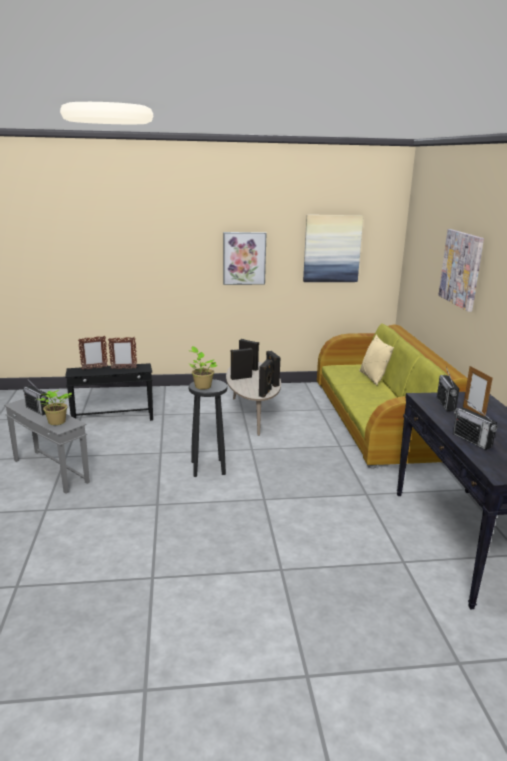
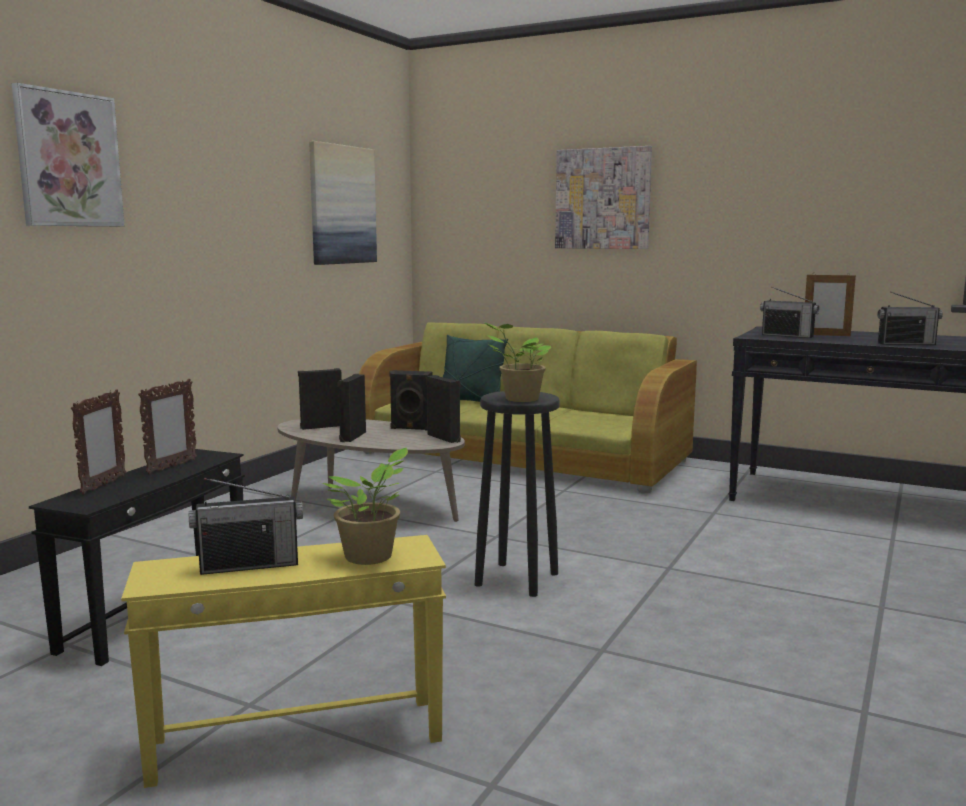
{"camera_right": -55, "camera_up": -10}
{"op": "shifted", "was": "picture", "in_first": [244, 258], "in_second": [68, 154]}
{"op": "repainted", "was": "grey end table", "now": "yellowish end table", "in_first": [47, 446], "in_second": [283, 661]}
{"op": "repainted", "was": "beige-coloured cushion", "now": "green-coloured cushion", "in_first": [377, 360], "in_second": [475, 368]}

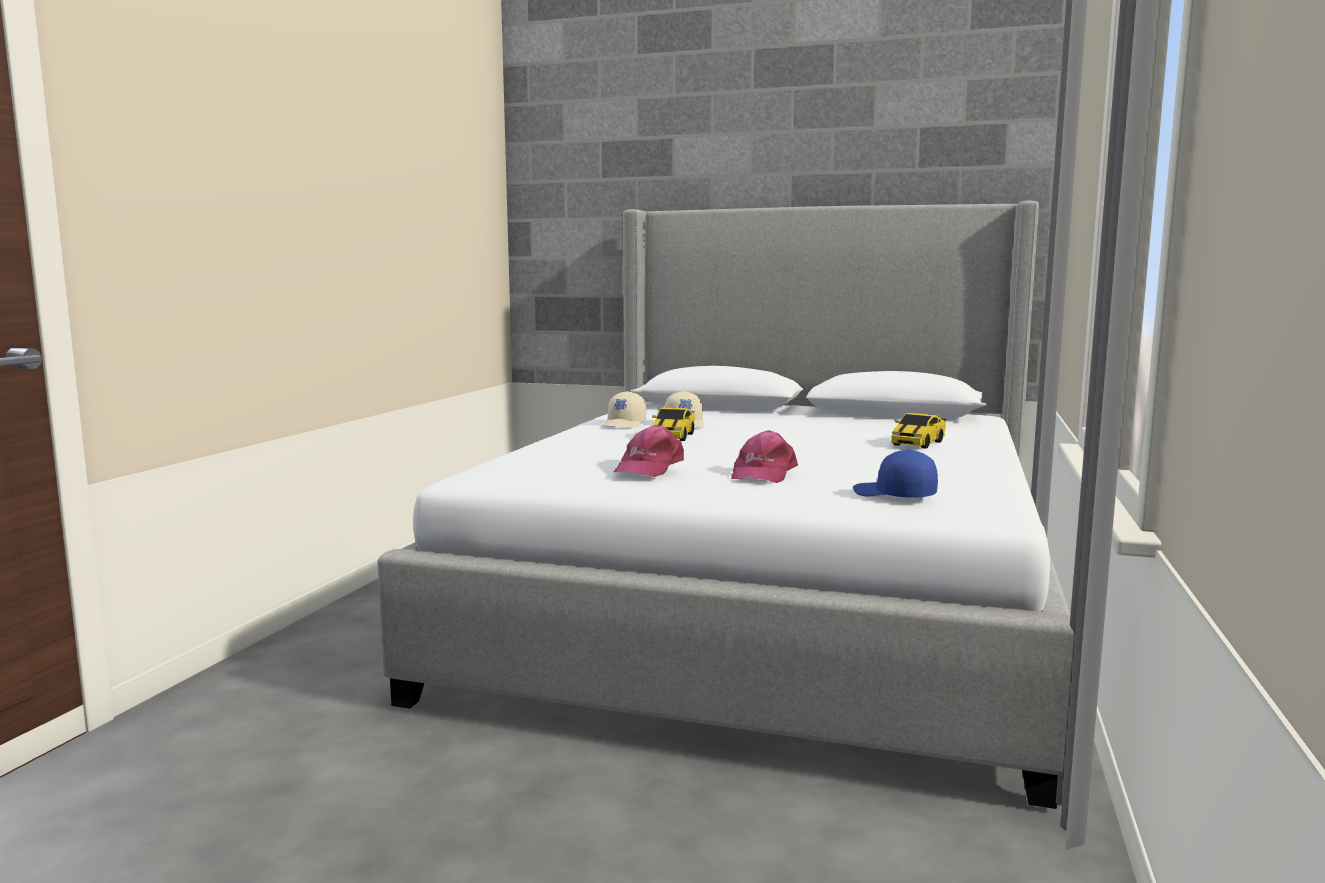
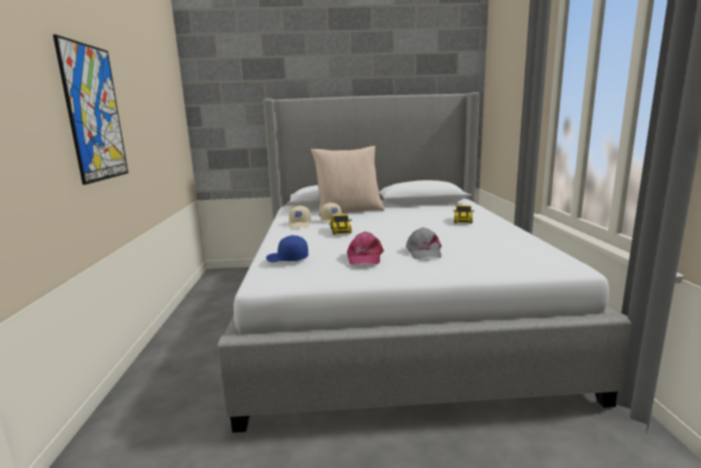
{"camera_right": -20, "camera_up": 5}
{"op": "new", "now": "picture", "in_second": [90, 109]}
{"op": "new", "now": "beige-coloured cushion", "in_second": [348, 181]}
{"op": "shifted", "was": "blue-coloured peaked cap", "in_first": [895, 473], "in_second": [287, 248]}
{"op": "repainted", "was": "pink peaked cap", "now": "grey peaked cap", "in_first": [764, 456], "in_second": [424, 243]}

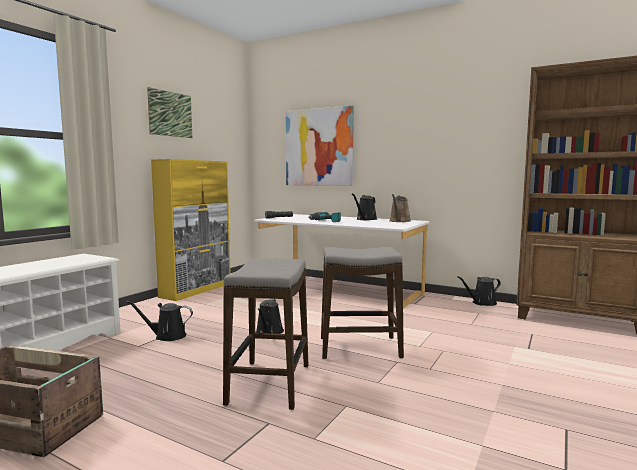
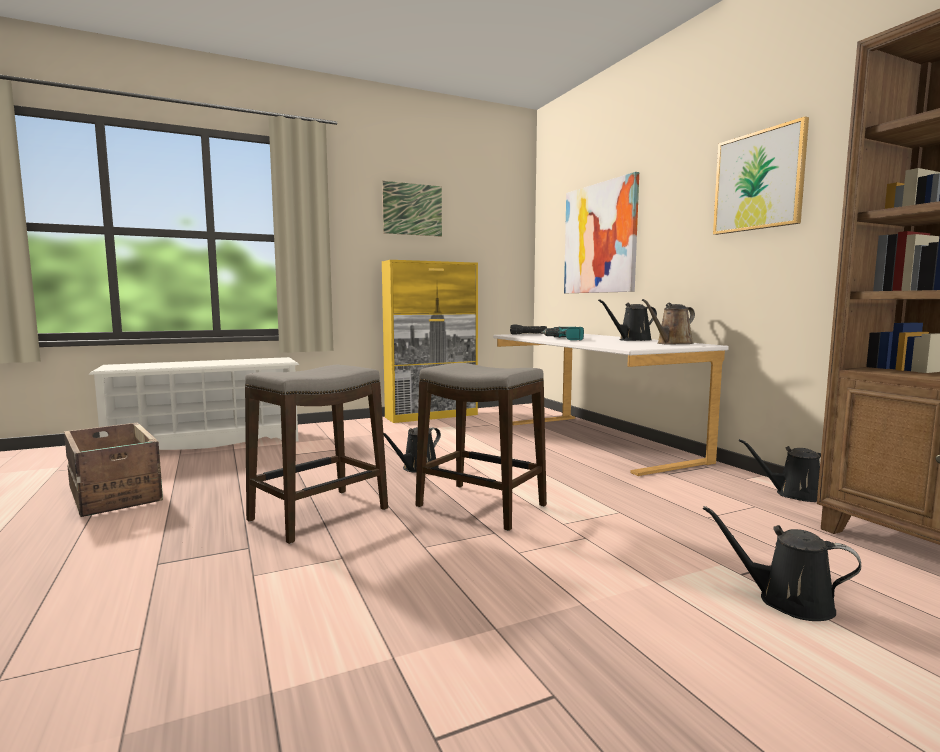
{"camera_right": 35, "camera_up": 0}
{"op": "new", "now": "picture", "in_second": [761, 176]}
{"op": "shifted", "was": "black watering can", "in_first": [160, 321], "in_second": [782, 563]}

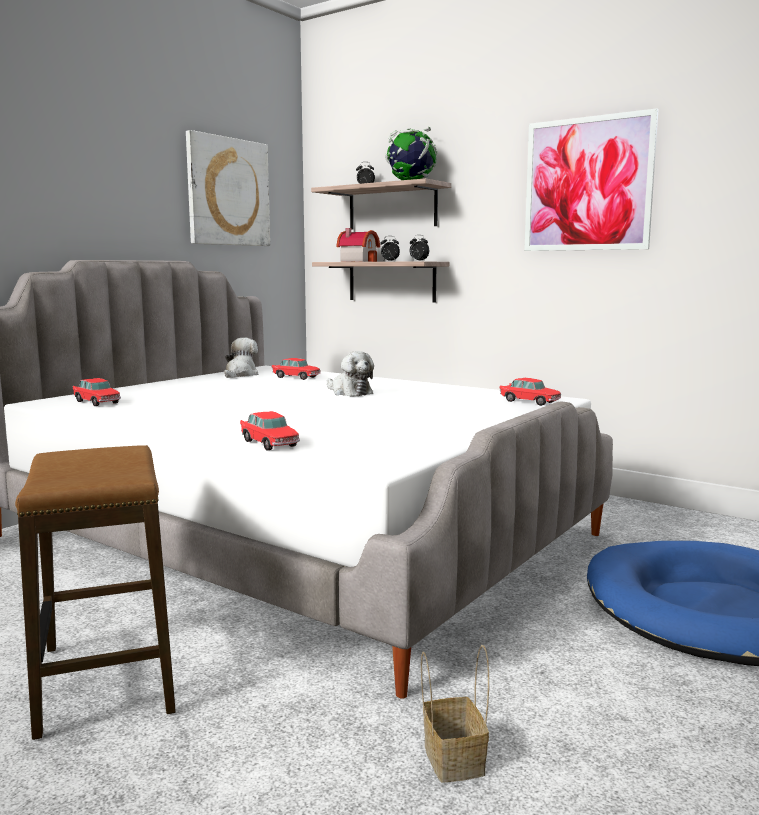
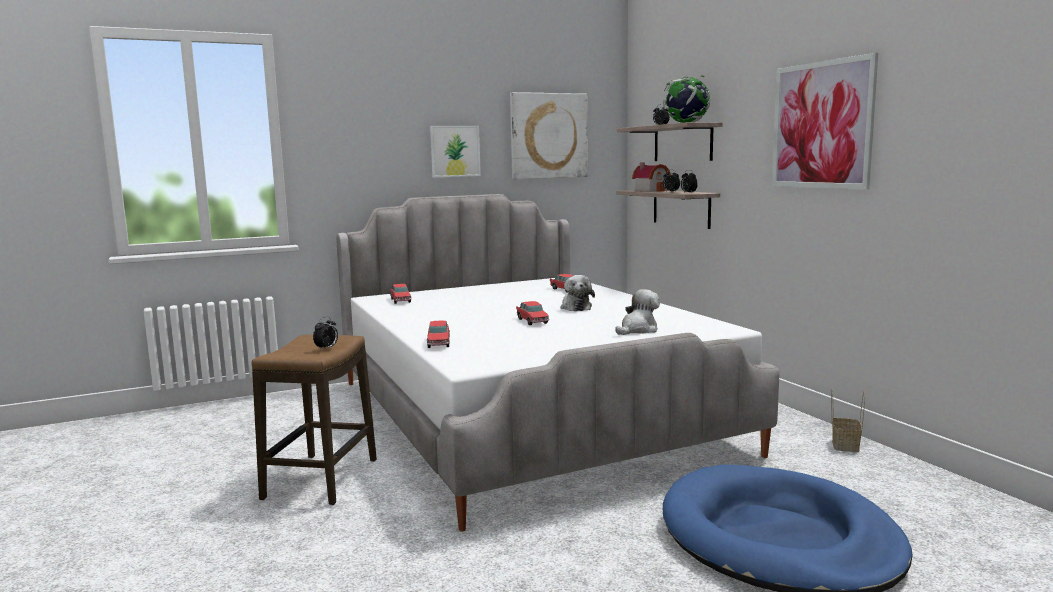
{"camera_right": 30, "camera_up": 0}
{"op": "new", "now": "alarm clock", "in_second": [325, 333]}
{"op": "new", "now": "picture", "in_second": [455, 152]}
{"op": "shifted", "was": "plush toy", "in_first": [241, 358], "in_second": [637, 312]}
{"op": "shifted", "was": "storage basket", "in_first": [455, 714], "in_second": [848, 421]}
{"op": "shifted", "was": "toy car", "in_first": [530, 392], "in_second": [532, 313]}

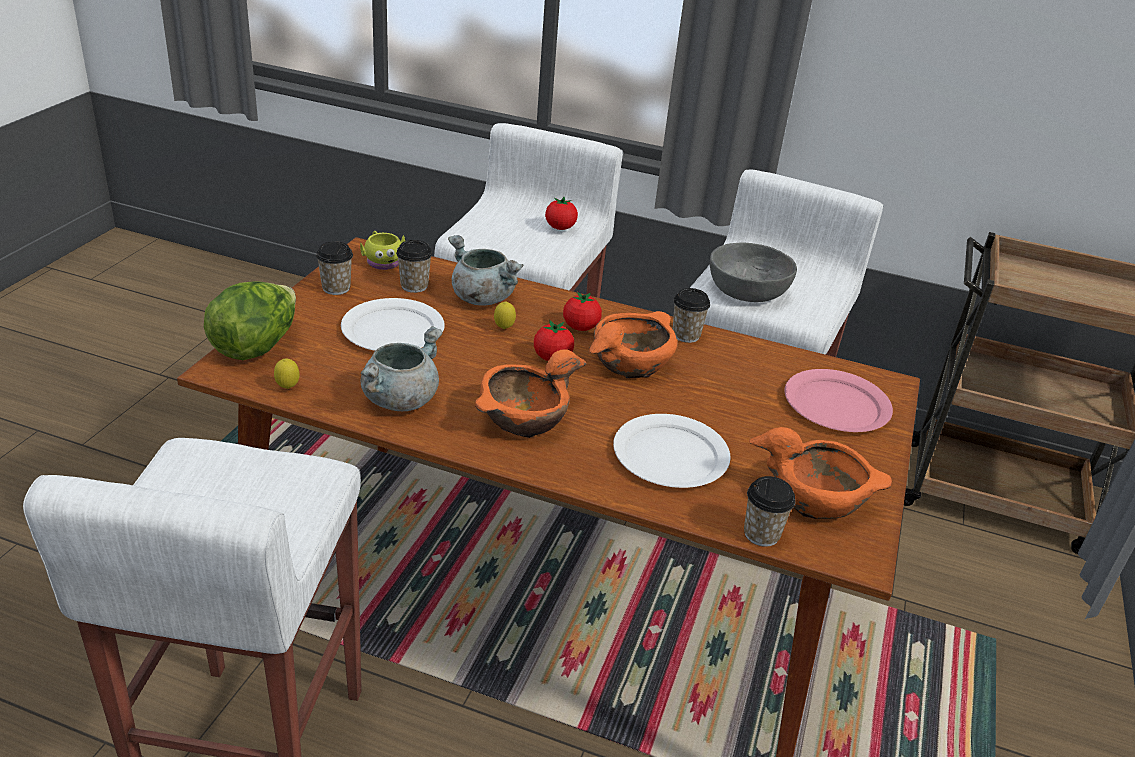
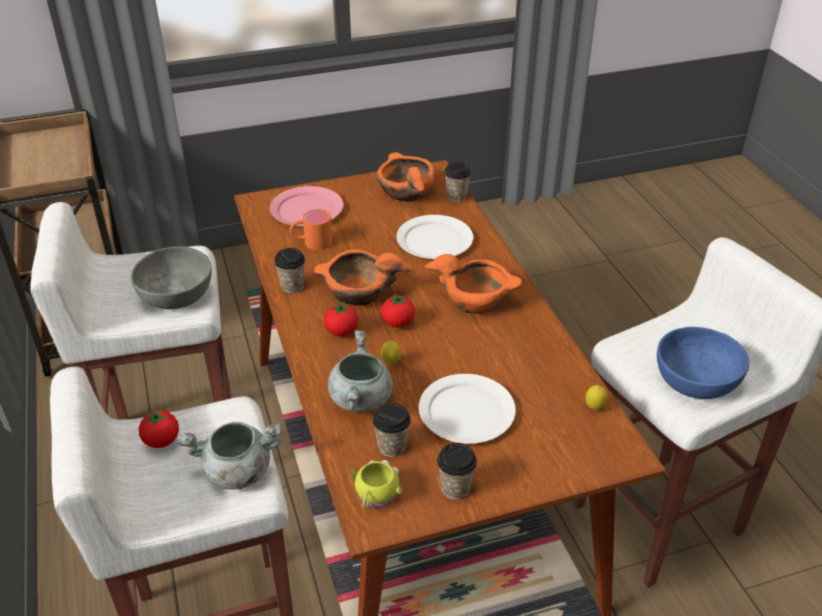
{"camera_right": -125, "camera_up": 5}
{"op": "gone", "was": "head of lettuce", "in_first": [250, 320]}
{"op": "new", "now": "orange coffee mug", "in_second": [311, 229]}
{"op": "new", "now": "blue-coloured deep dish", "in_second": [703, 363]}
{"op": "shifted", "was": "grey stockpot", "in_first": [402, 368], "in_second": [230, 456]}

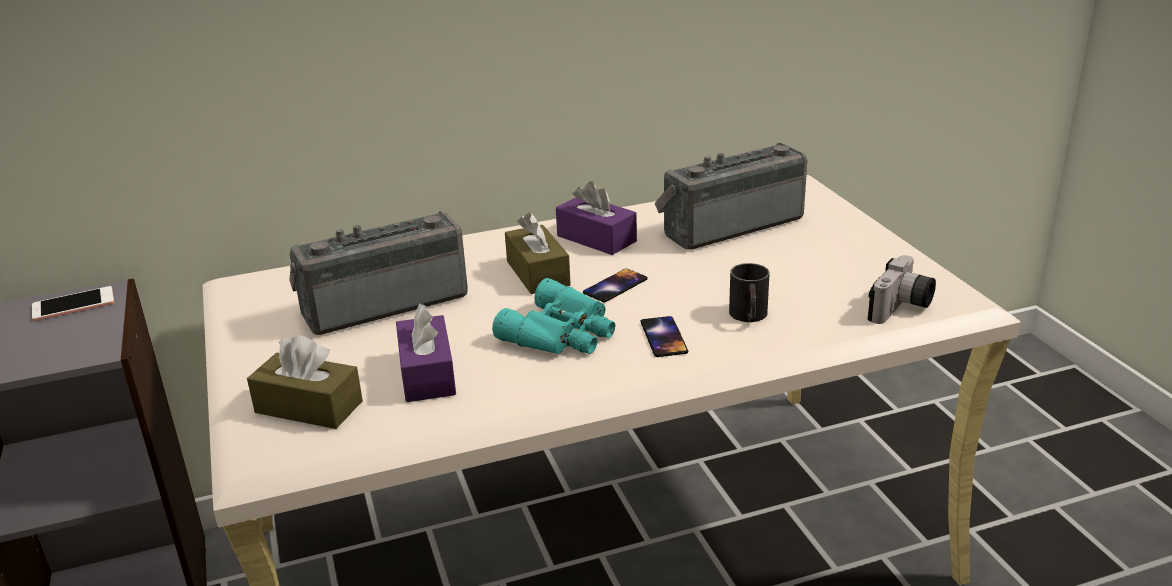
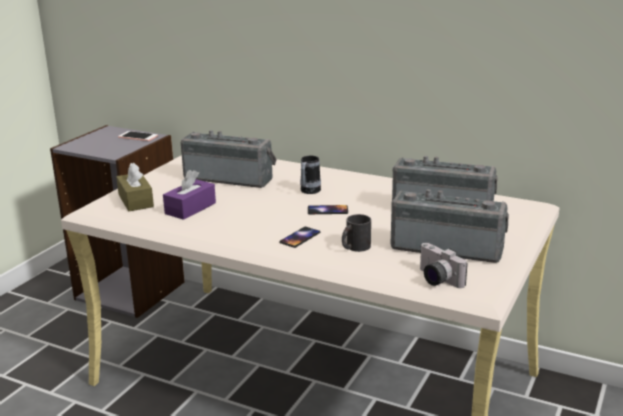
{"camera_right": 45, "camera_up": -5}
{"op": "gone", "was": "blue-green binoculars", "in_first": [553, 316]}
{"op": "gone", "was": "purple tissue box", "in_first": [596, 218]}
{"op": "new", "now": "radio receiver", "in_second": [450, 226]}
{"op": "swapped", "was": "brown-coloured tissue box", "now": "coffee mug", "in_first": [538, 253], "in_second": [310, 175]}
{"op": "rotated", "was": "photo camera", "in_first": [902, 289], "in_second": [444, 265], "clockwise": 60}

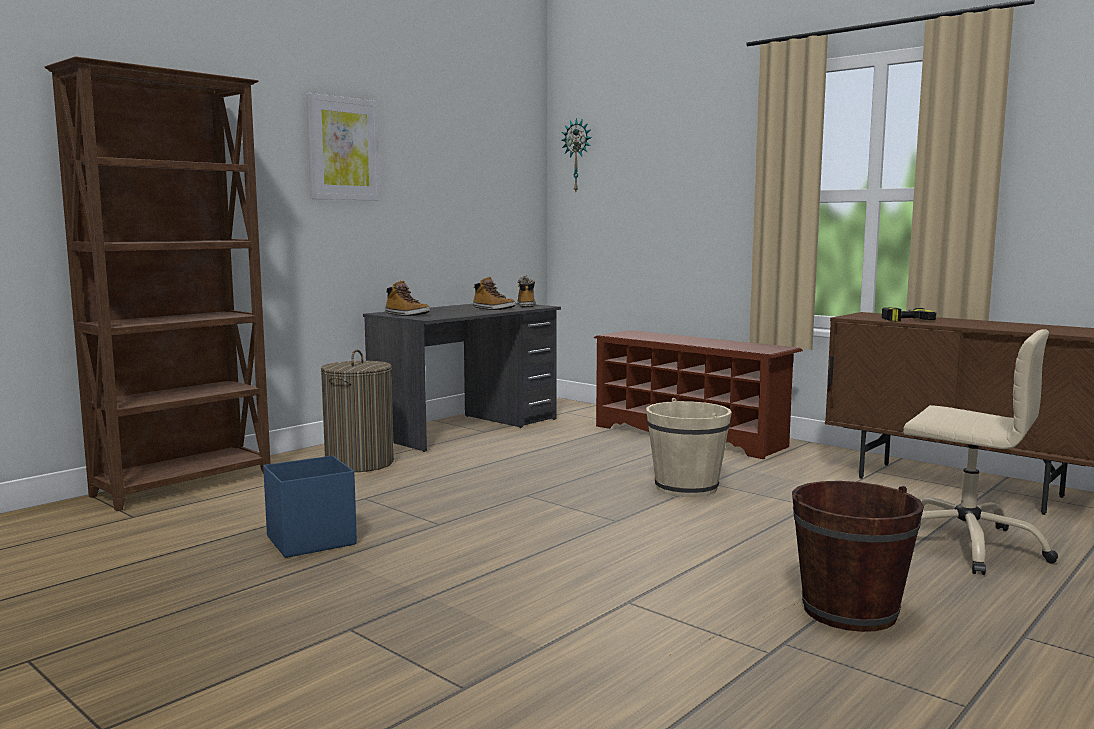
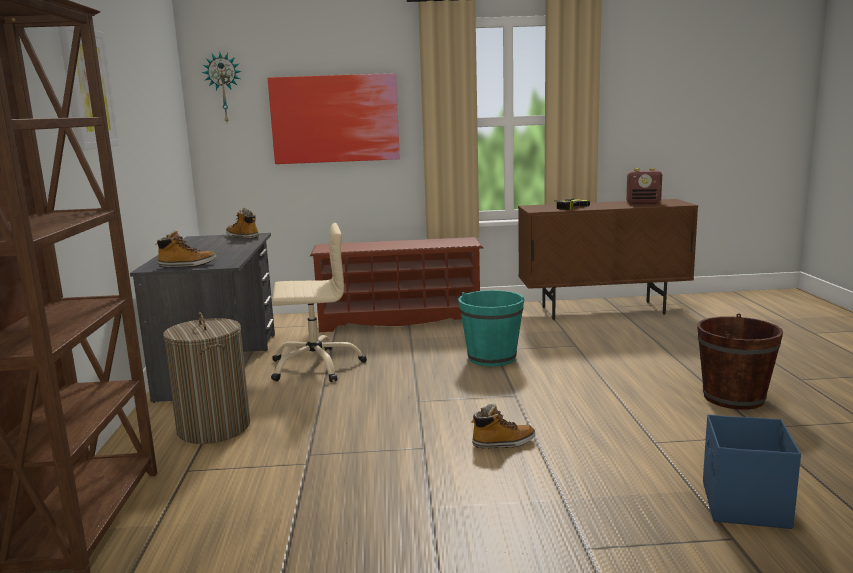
{"camera_right": -45, "camera_up": 5}
{"op": "new", "now": "picture", "in_second": [334, 118]}
{"op": "new", "now": "radio receiver", "in_second": [644, 186]}
{"op": "shifted", "was": "blue-coloured storage box", "in_first": [310, 506], "in_second": [752, 472]}
{"op": "shifted", "was": "high-top boot", "in_first": [494, 293], "in_second": [503, 426]}
{"op": "shifted", "was": "beige-coloured computer chair", "in_first": [980, 452], "in_second": [319, 302]}
{"op": "repainted", "was": "beige-coloured water bucket", "now": "blue-green water bucket", "in_first": [689, 447], "in_second": [491, 328]}

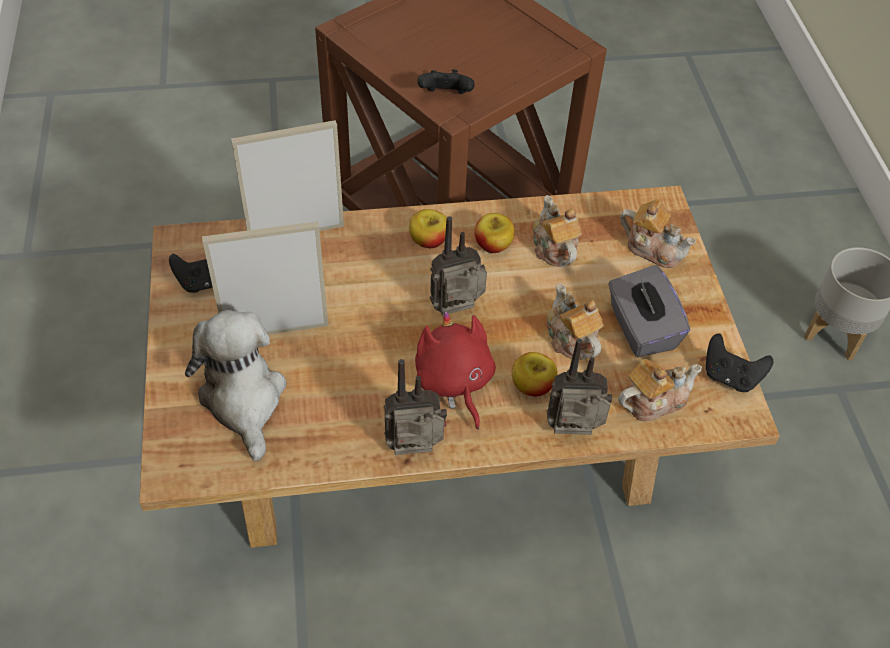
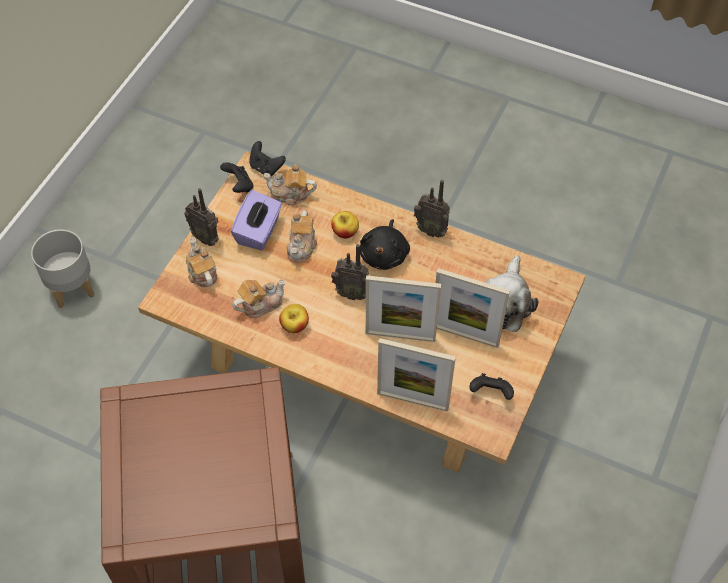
{"camera_right": -145, "camera_up": 5}
{"op": "gone", "was": "whole apple", "in_first": [428, 228]}
{"op": "new", "now": "picture frame", "in_second": [403, 308]}
{"op": "shifted", "was": "black game controller", "in_first": [446, 81], "in_second": [267, 159]}
{"op": "shifted", "was": "radio receiver", "in_first": [579, 387], "in_second": [201, 217]}
{"op": "repainted", "was": "red-coloured plush toy", "now": "black plush toy", "in_first": [455, 370], "in_second": [385, 244]}
{"op": "repainted", "was": "grey tissue box", "now": "purple tissue box", "in_first": [649, 311], "in_second": [256, 220]}
{"op": "rotated", "was": "tea pot", "in_first": [557, 231], "in_second": [259, 298], "clockwise": -135}

